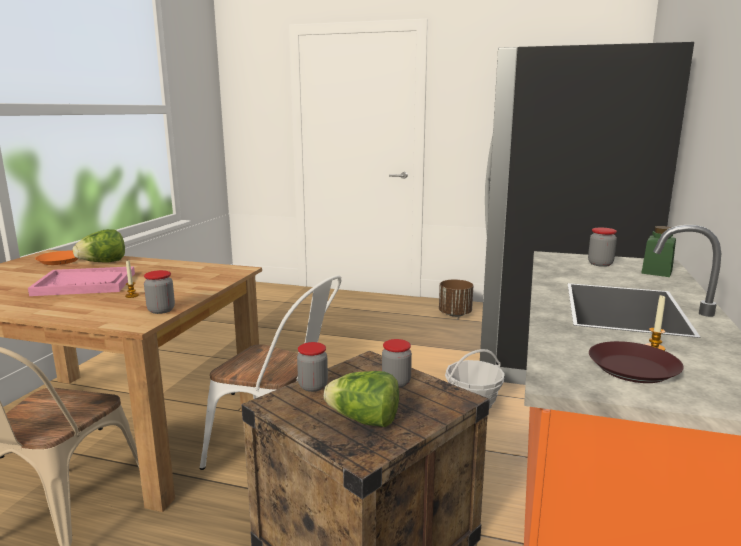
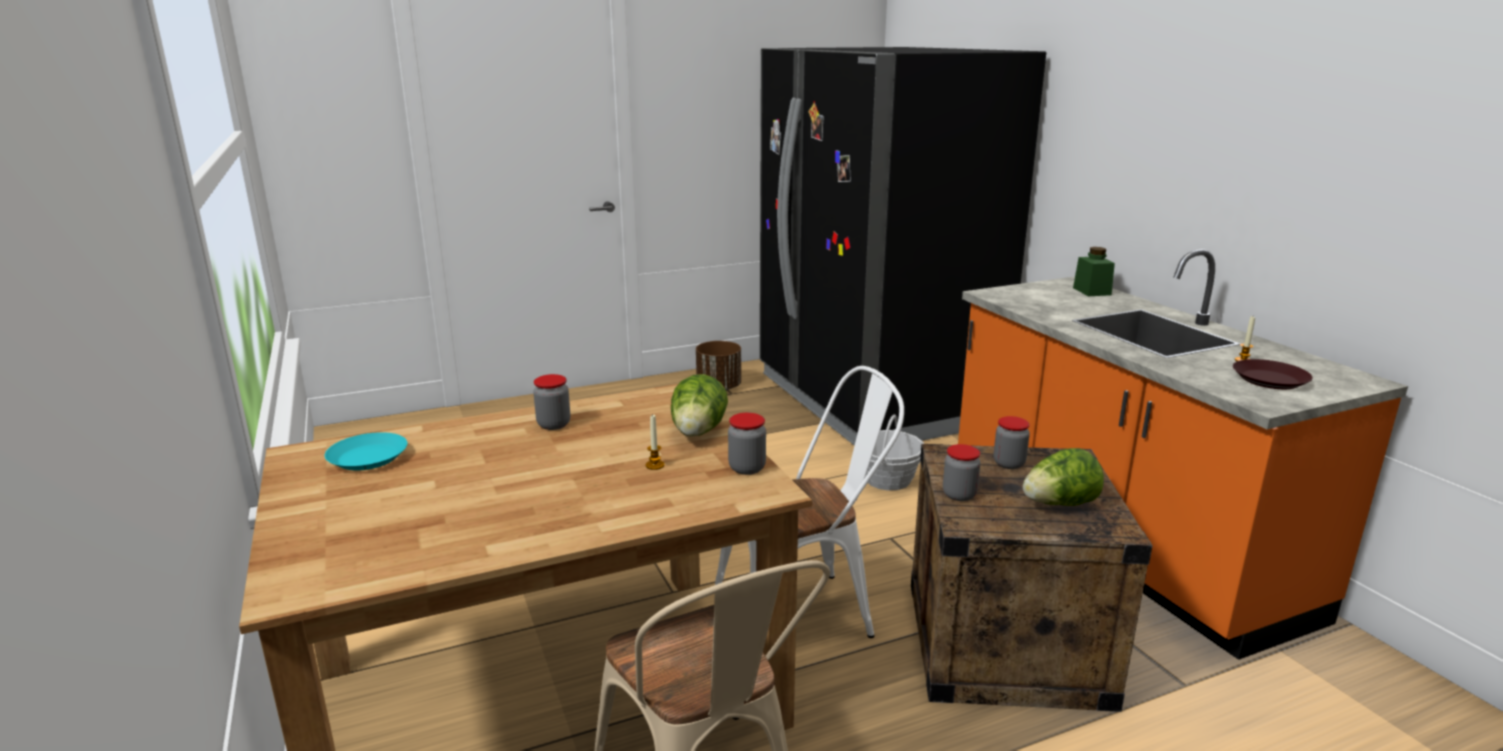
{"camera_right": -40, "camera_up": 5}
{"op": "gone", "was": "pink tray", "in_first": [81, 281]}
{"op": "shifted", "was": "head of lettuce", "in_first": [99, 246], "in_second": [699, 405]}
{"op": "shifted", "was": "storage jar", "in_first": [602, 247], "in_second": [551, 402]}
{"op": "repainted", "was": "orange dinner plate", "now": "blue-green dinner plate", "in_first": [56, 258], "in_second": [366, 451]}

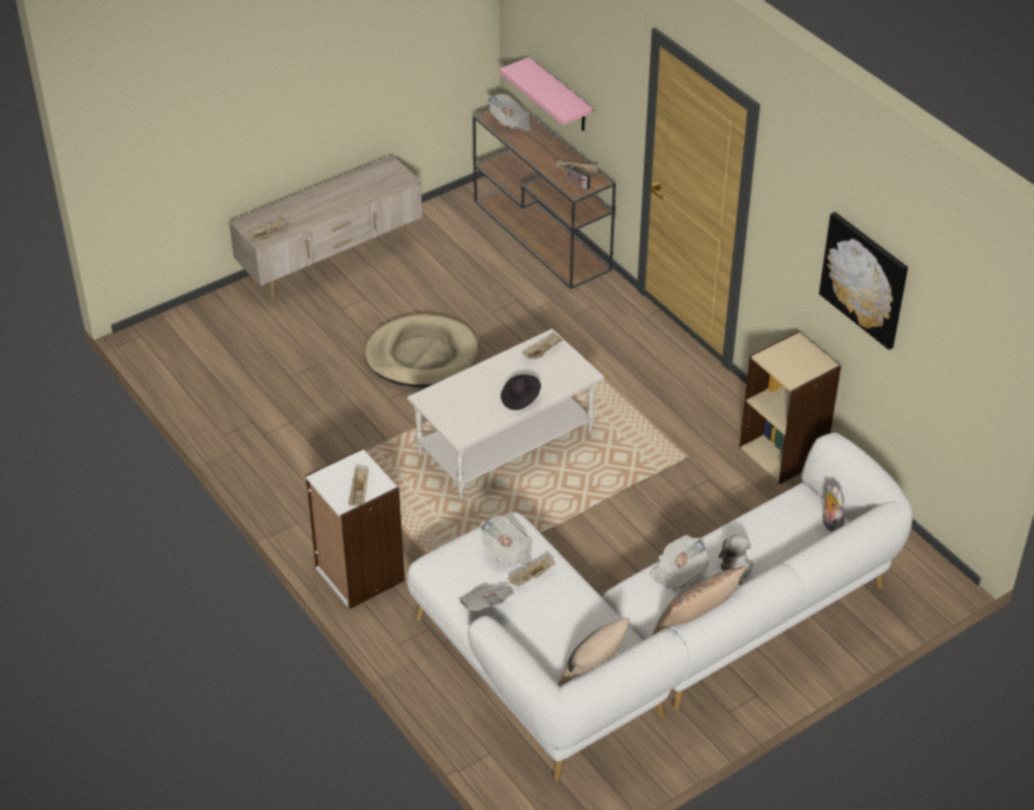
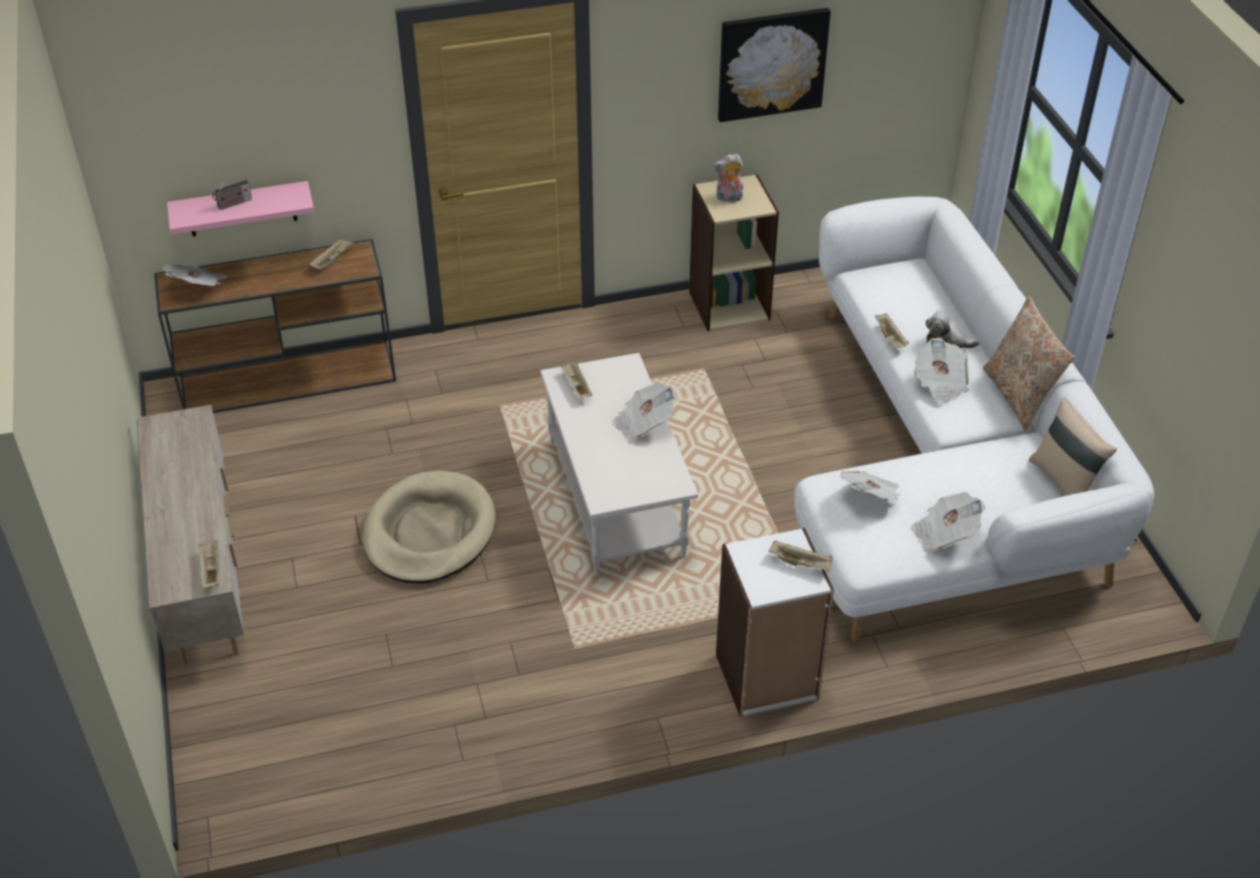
{"camera_right": -70, "camera_up": 0}
{"op": "shifted", "was": "beige-coloured tray", "in_first": [531, 571], "in_second": [892, 331]}
{"op": "shifted", "was": "radio receiver", "in_first": [577, 176], "in_second": [232, 194]}
{"op": "shifted", "was": "plush toy", "in_first": [833, 508], "in_second": [728, 179]}
{"op": "swapped", "was": "black wearable hat", "now": "daily paper", "in_first": [521, 392], "in_second": [644, 411]}

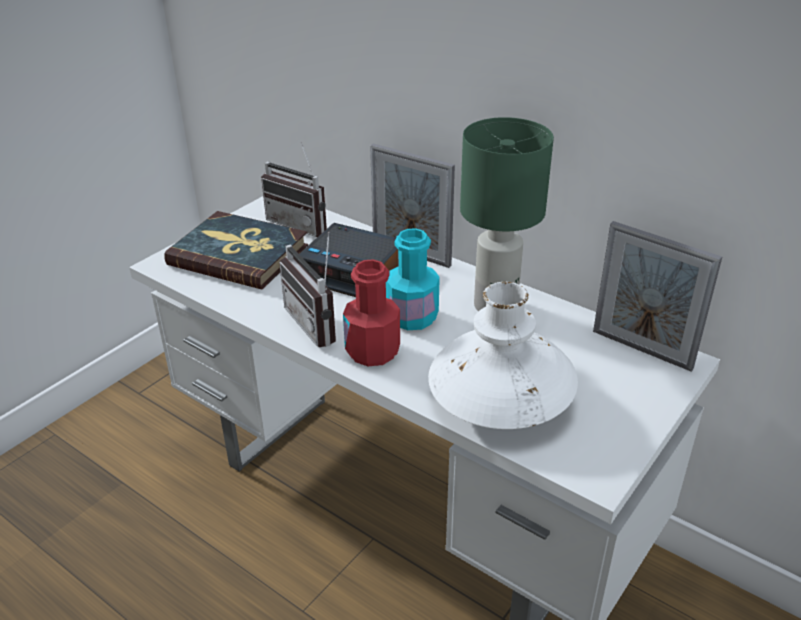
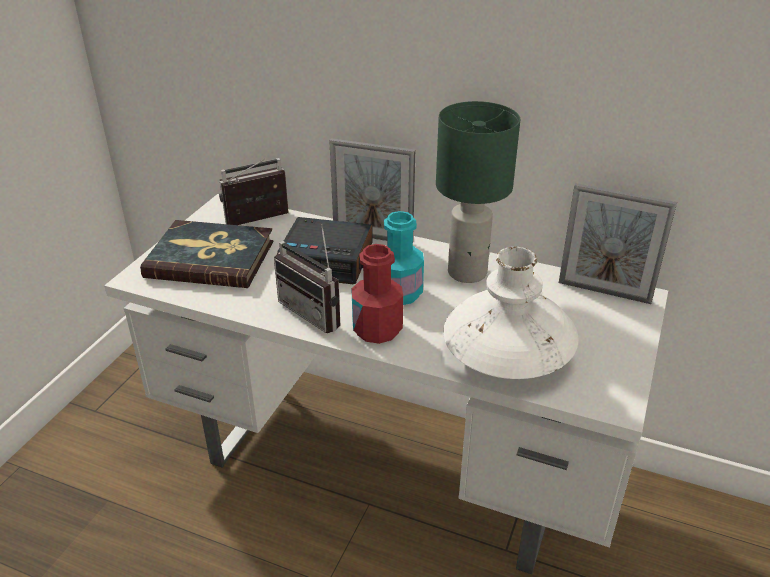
{"camera_right": -15, "camera_up": 0}
{"op": "rotated", "was": "radio receiver", "in_first": [294, 189], "in_second": [254, 191], "clockwise": 135}

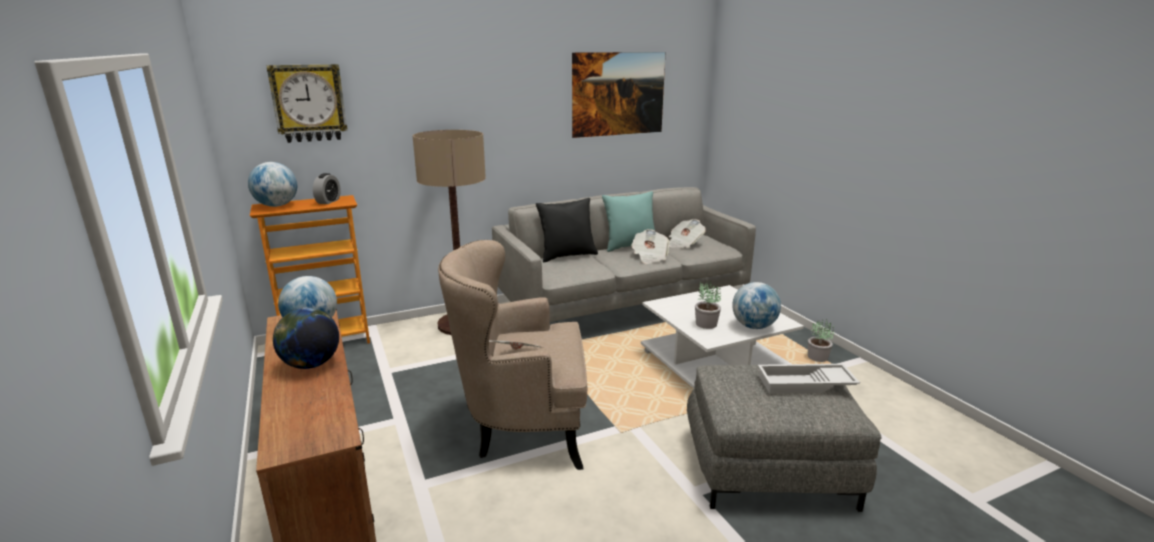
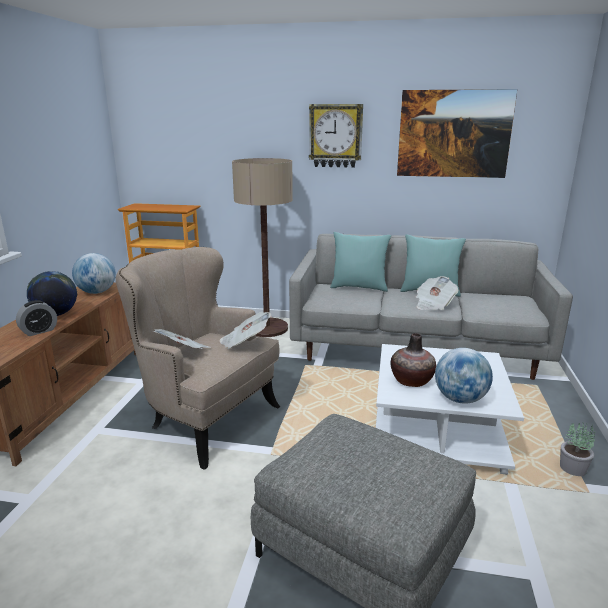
{"camera_right": 35, "camera_up": 0}
{"op": "gone", "was": "globe", "in_first": [272, 184]}
{"op": "gone", "was": "whitish tray", "in_first": [809, 379]}
{"op": "shifted", "was": "clock on the wall", "in_first": [306, 103], "in_second": [336, 136]}
{"op": "shifted", "was": "alarm clock", "in_first": [327, 188], "in_second": [36, 318]}
{"op": "shifted", "was": "daily paper", "in_first": [687, 233], "in_second": [245, 330]}
{"op": "swapped", "was": "potted plant", "now": "decorative vase", "in_first": [708, 305], "in_second": [413, 360]}
{"op": "repainted", "was": "black cushion", "now": "blue-green cushion", "in_first": [567, 230], "in_second": [360, 262]}

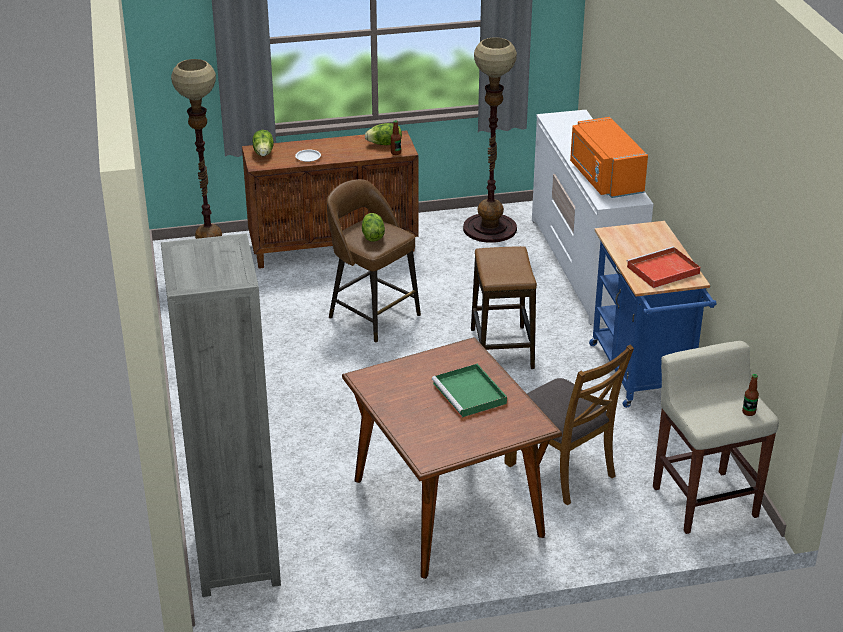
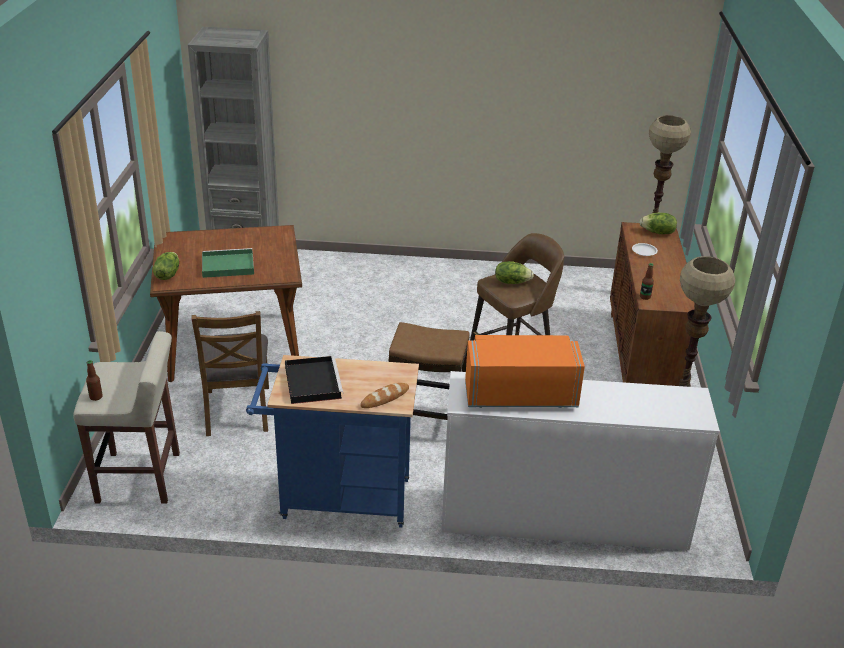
{"camera_right": 105, "camera_up": 0}
{"op": "new", "now": "bread", "in_second": [384, 395]}
{"op": "shifted", "was": "head of lettuce", "in_first": [383, 134], "in_second": [166, 266]}
{"op": "repainted", "was": "red-coloured tray", "now": "black tray", "in_first": [663, 267], "in_second": [314, 380]}
{"op": "rotated", "was": "brown-coloured upright chair", "in_first": [569, 425], "in_second": [230, 373], "clockwise": -75}

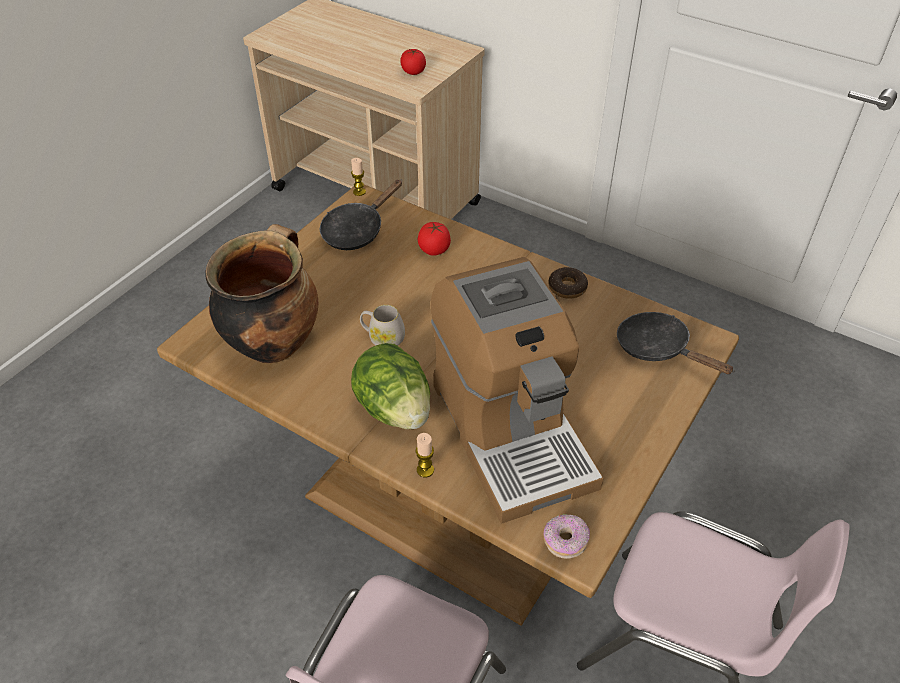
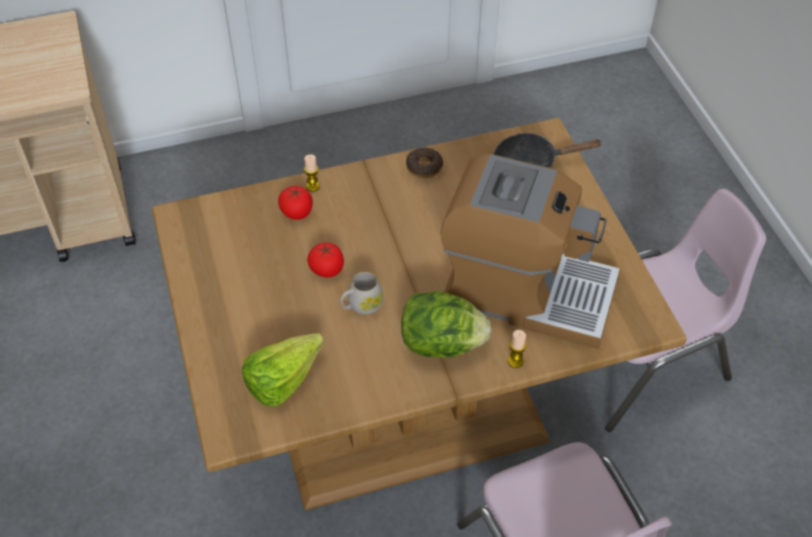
{"camera_right": -50, "camera_up": 5}
{"op": "gone", "was": "black frying pan", "in_first": [361, 214]}
{"op": "gone", "was": "ring doughnut", "in_first": [566, 536]}
{"op": "shifted", "was": "candle", "in_first": [358, 177], "in_second": [312, 173]}
{"op": "shifted", "was": "tomato", "in_first": [413, 62], "in_second": [325, 259]}
{"op": "swapped", "was": "stockpot", "now": "head of lettuce", "in_first": [261, 293], "in_second": [283, 370]}

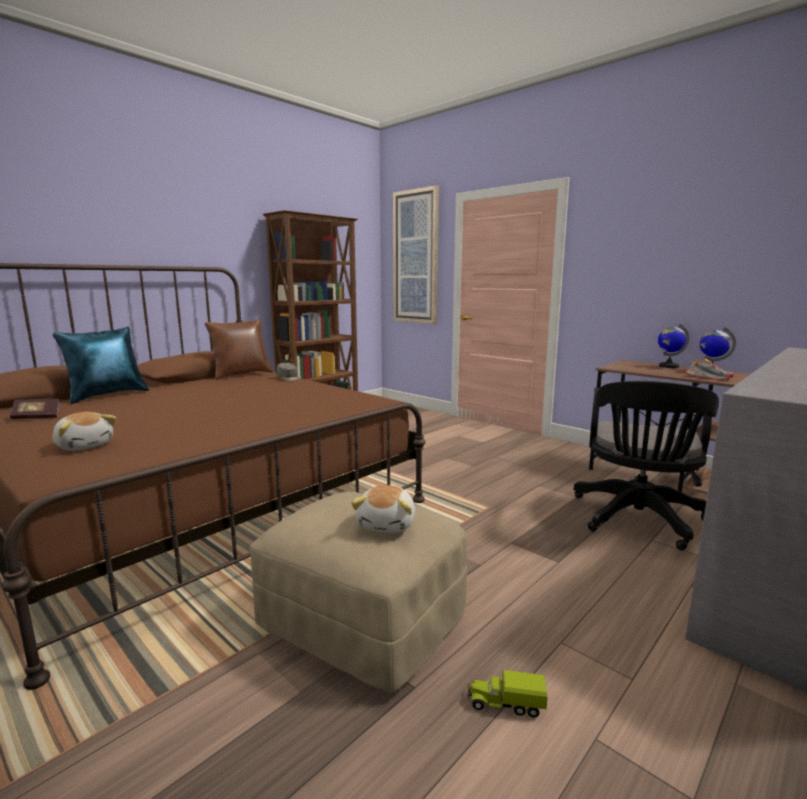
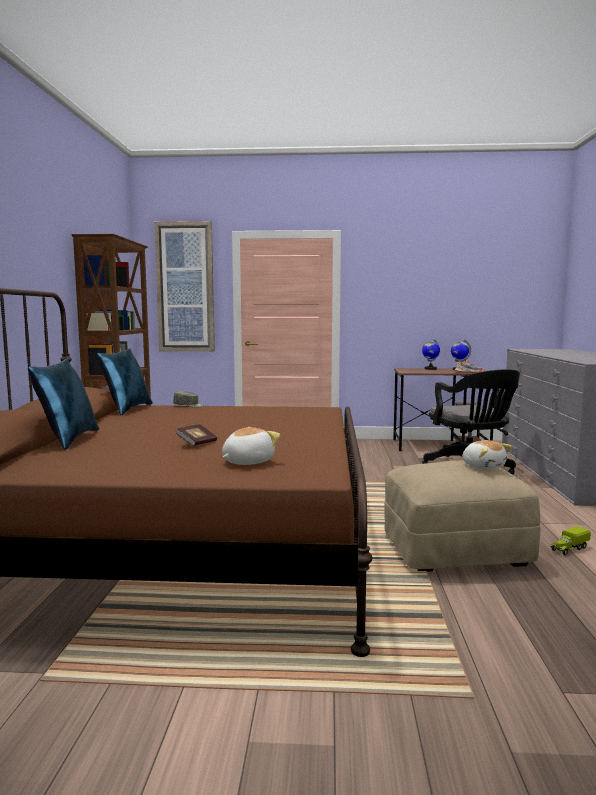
{"camera_right": -40, "camera_up": -5}
{"op": "shifted", "was": "bound book", "in_first": [35, 409], "in_second": [196, 435]}
{"op": "repainted", "was": "brown-coloured cushion", "now": "blue-coloured cushion", "in_first": [239, 349], "in_second": [125, 381]}
{"op": "rotated", "was": "plush toy", "in_first": [84, 431], "in_second": [251, 446], "clockwise": -45}

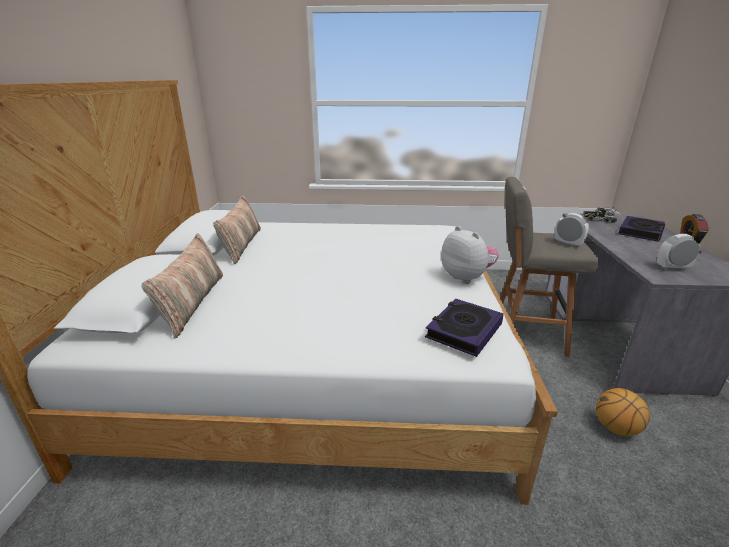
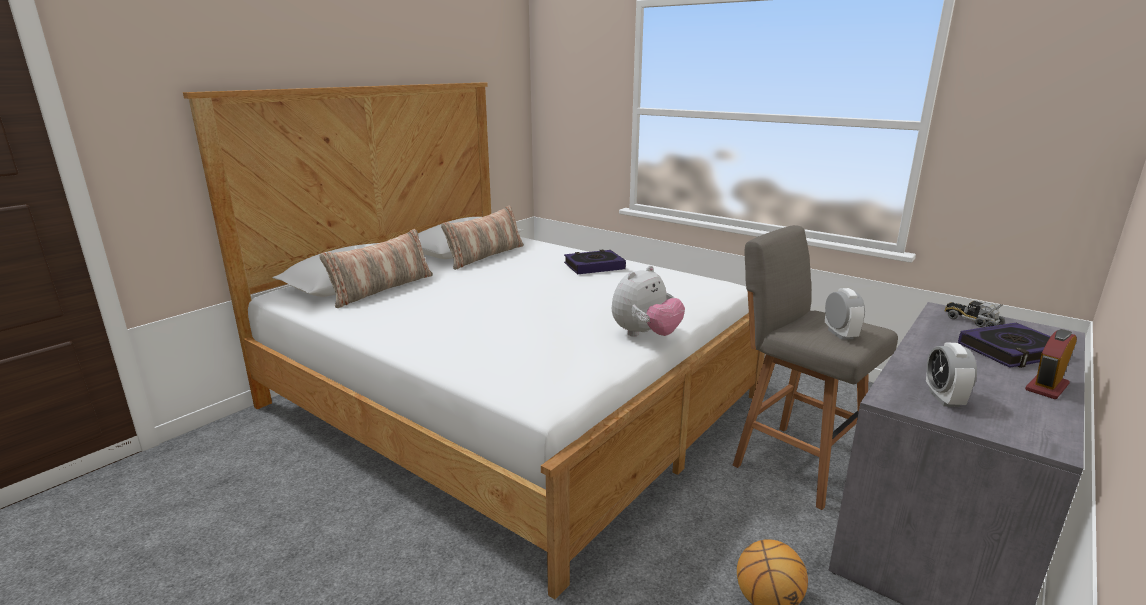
{"camera_right": 35, "camera_up": -5}
{"op": "shifted", "was": "bound book", "in_first": [464, 328], "in_second": [595, 262]}
{"op": "rotated", "was": "plush toy", "in_first": [470, 255], "in_second": [648, 301], "clockwise": 45}
{"op": "rotated", "was": "alarm clock", "in_first": [678, 252], "in_second": [951, 374], "clockwise": -120}

